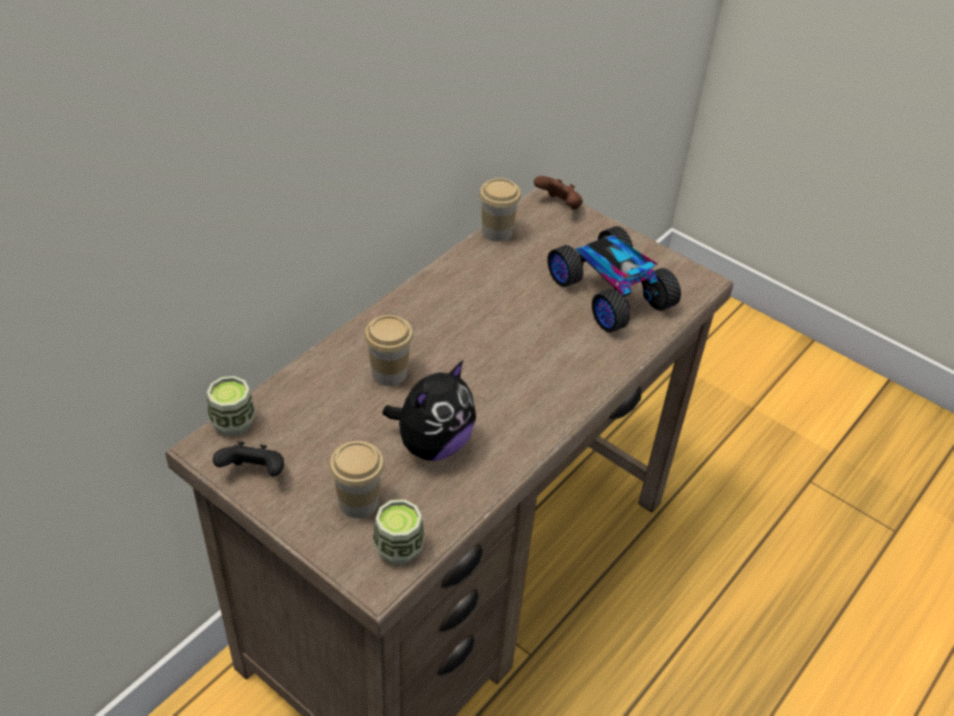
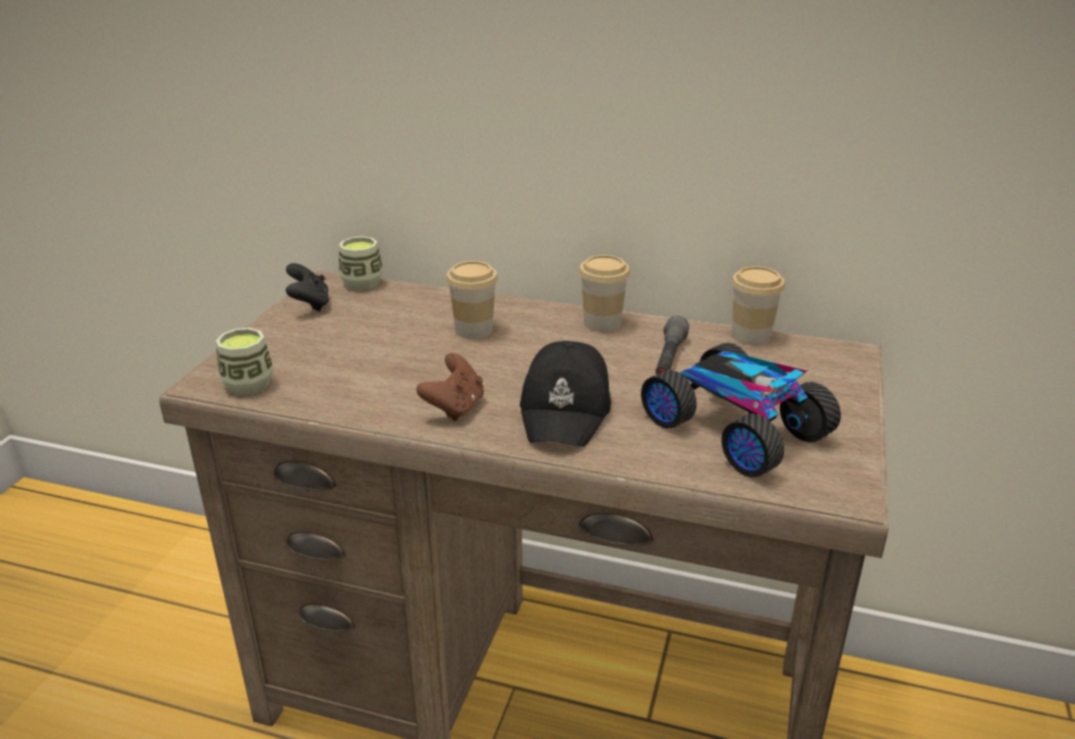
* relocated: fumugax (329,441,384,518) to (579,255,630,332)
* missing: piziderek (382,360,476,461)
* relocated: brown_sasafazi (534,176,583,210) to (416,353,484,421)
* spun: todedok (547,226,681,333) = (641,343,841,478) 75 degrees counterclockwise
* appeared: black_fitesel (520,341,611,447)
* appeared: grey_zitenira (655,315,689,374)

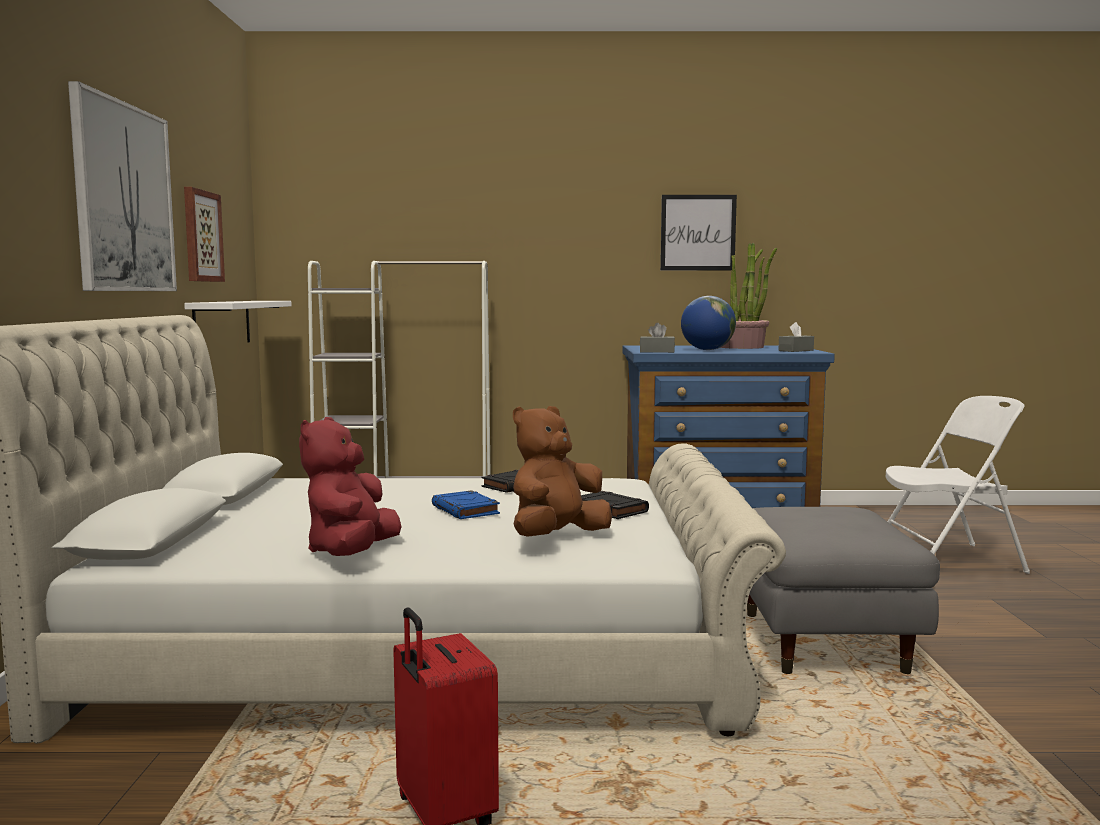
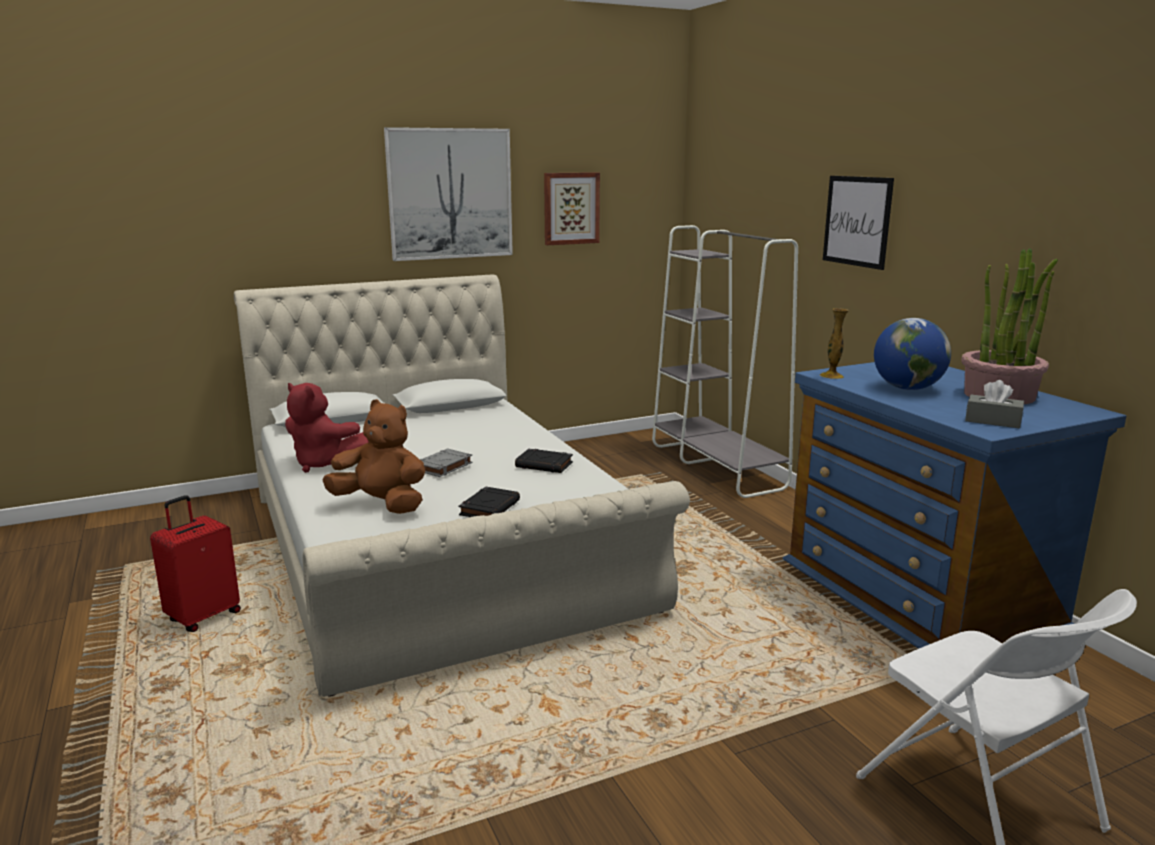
* missing: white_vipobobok (184,301,292,342)
* spun: red_piziderek (299,417,401,556) = (285,383,369,473) 135 degrees counterclockwise
* colour: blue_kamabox (432,490,500,519) to grey_kamabox (420,448,473,477)
* exchanged: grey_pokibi (640,323,675,353) to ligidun (820,308,849,379)
* relocated: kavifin (660,195,737,270) to (823,176,894,270)
* missing: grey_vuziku (747,507,940,674)

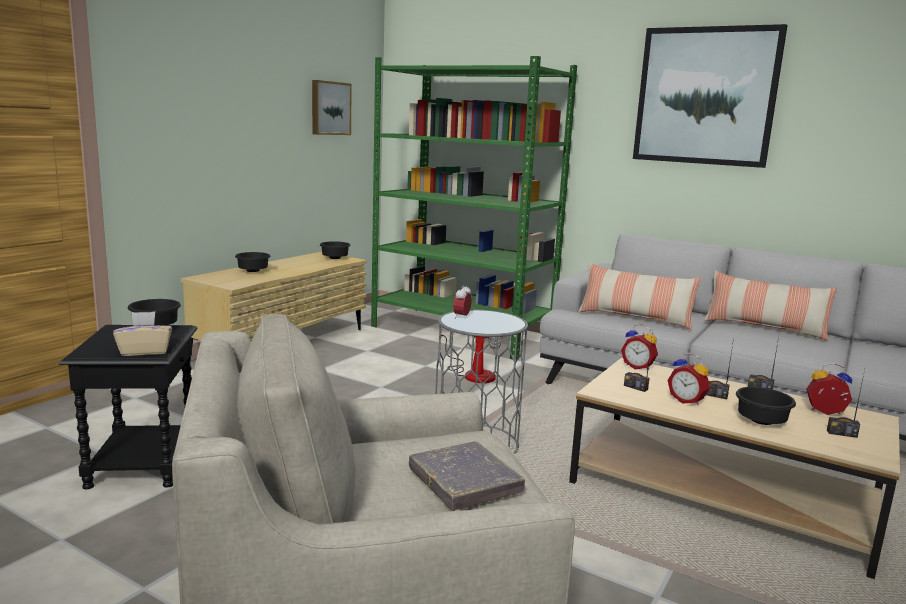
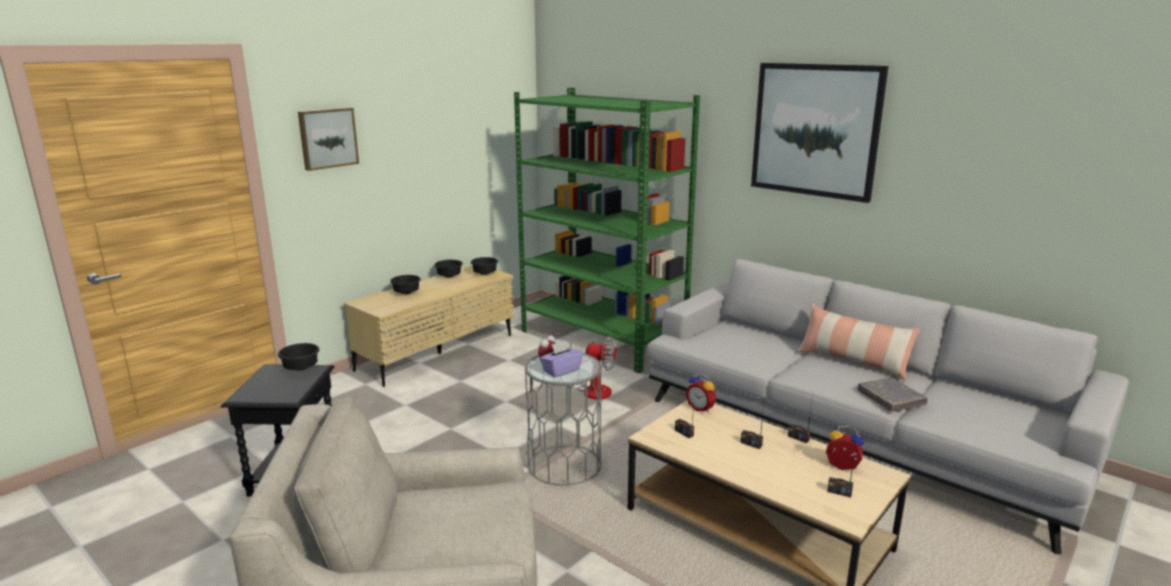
* missing: beige_pokibi (113,312,172,356)
* relocated: kavifin (312,80,352,135) to (298,108,359,171)
* relocated: grey_kamabox (409,441,525,510) to (857,377,928,412)
* missing: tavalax (578,263,701,330)
* missing: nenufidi (667,353,710,406)
* relocated: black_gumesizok (736,387,796,425) to (434,260,463,277)
* appeared: purple_pokibi (540,340,583,377)

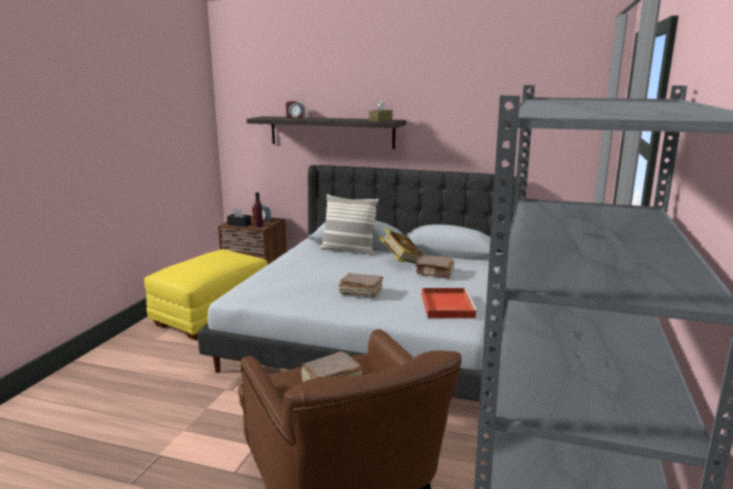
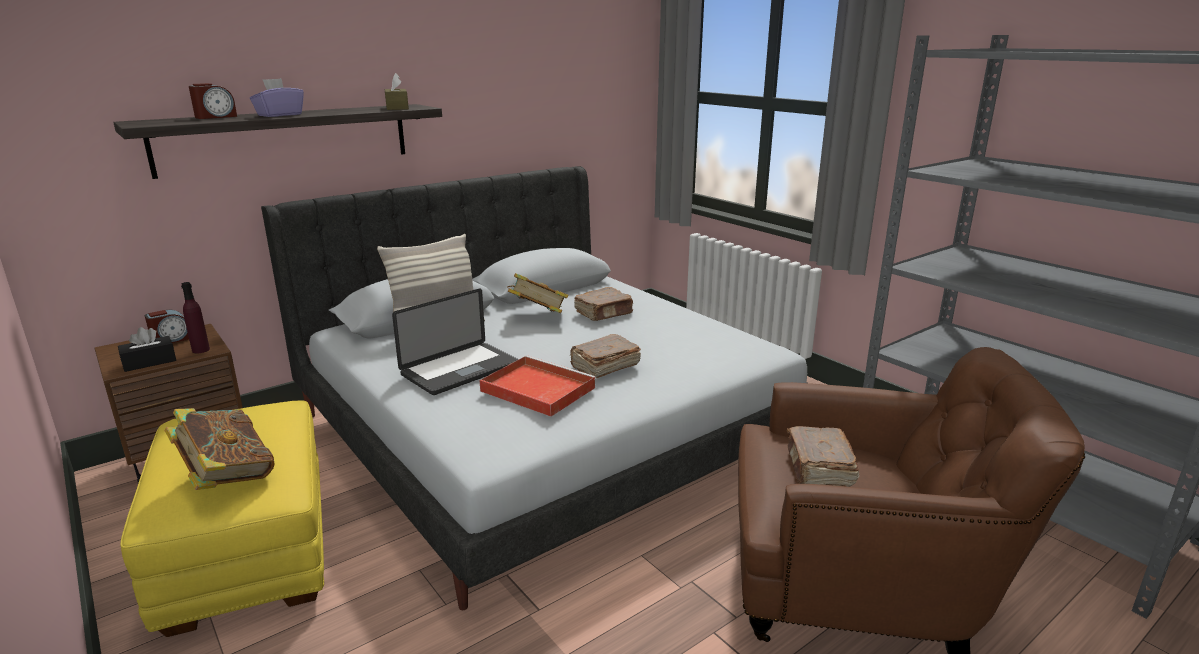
* relocated: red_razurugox (422,288,478,318) to (480,355,597,417)
* appeared: kamabox (164,408,275,490)
* appeared: purple_pokibi (250,78,304,117)
* appeared: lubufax (392,289,519,395)

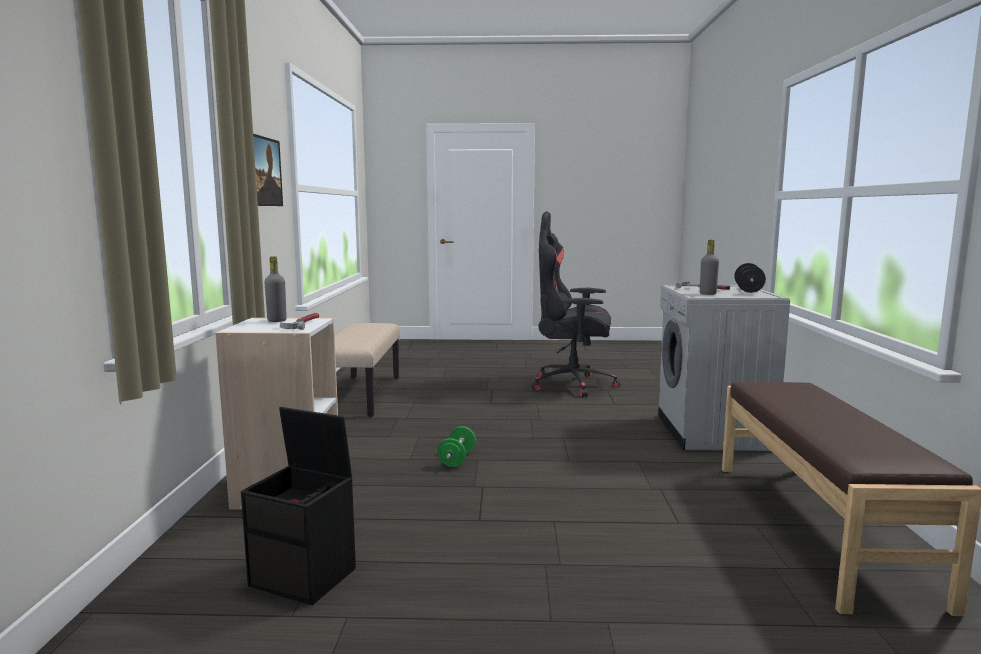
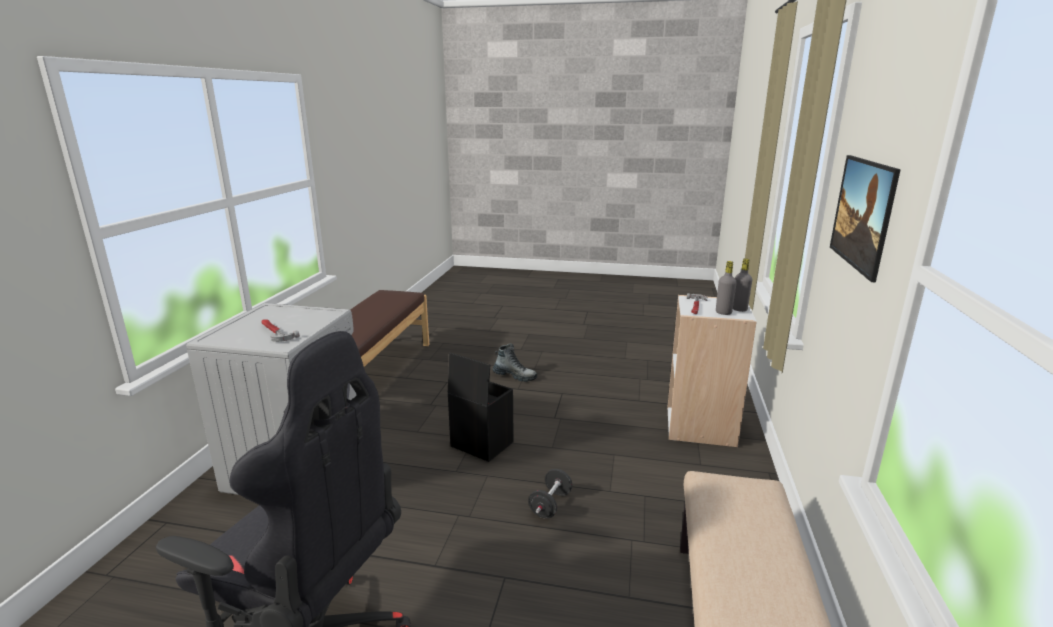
* relocated: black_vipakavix (241,407,356,605) to (448,353,514,462)
* missing: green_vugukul (437,426,476,467)
* relocated: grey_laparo (700,240,719,295) to (733,258,752,312)
* relocated: black_vugukul (734,263,766,293) to (528,469,573,519)
* appeared: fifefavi (492,343,537,382)

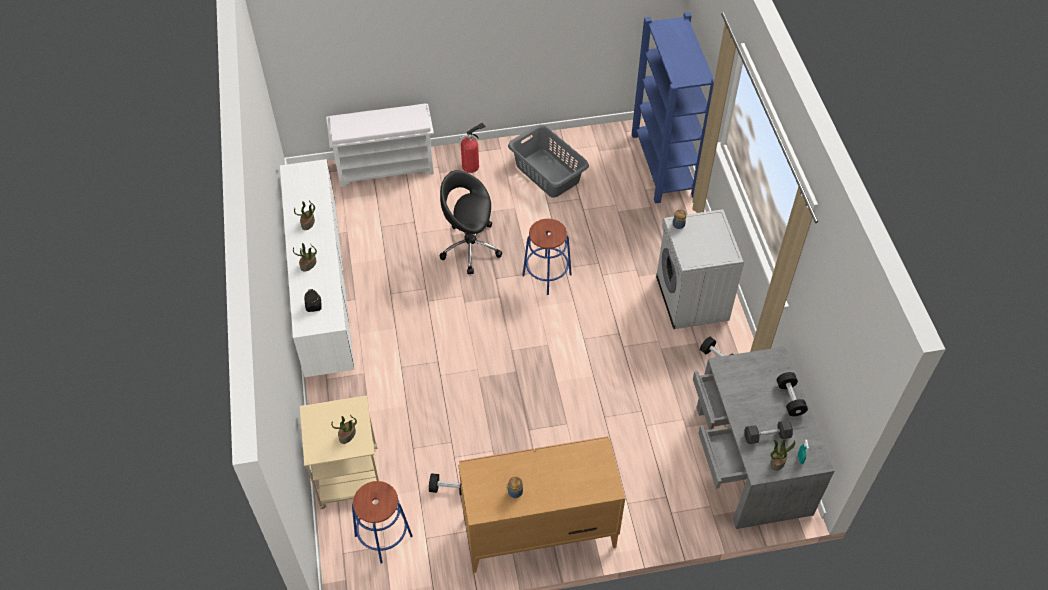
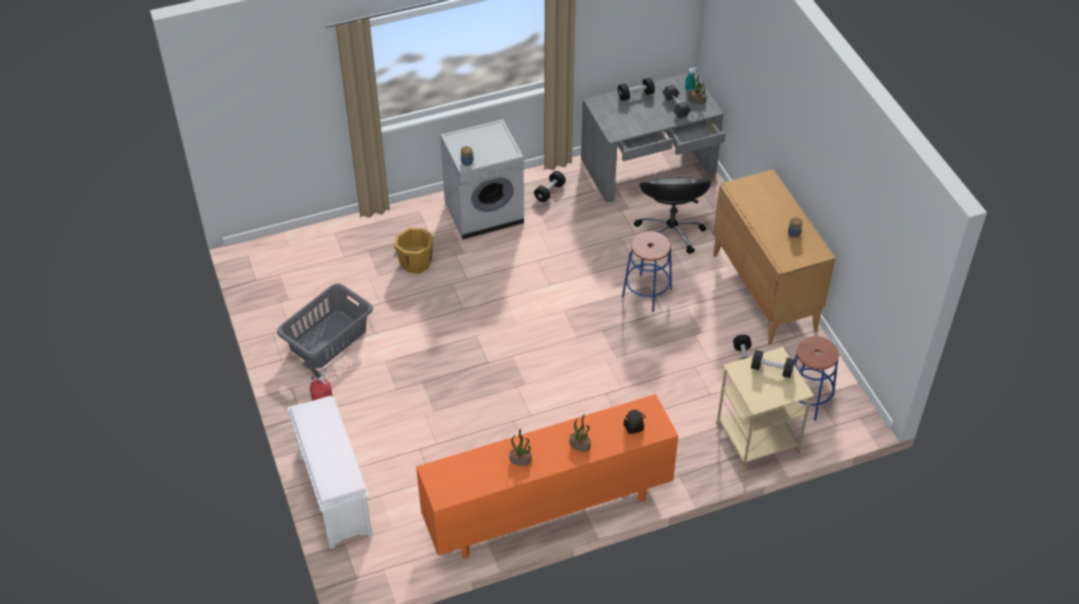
* colour: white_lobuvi (280,159,355,377) to orange_lobuvi (416,394,678,559)
* exchanged: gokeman (331,415,357,444) to black_vugukul (751,350,795,378)
* relocated: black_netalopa (440,170,502,274) to (634,177,711,254)
* relocated: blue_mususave (522,219,572,295) to (622,231,672,312)
* missing: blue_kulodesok (632,12,715,203)
* appeared: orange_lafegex (393,228,433,274)

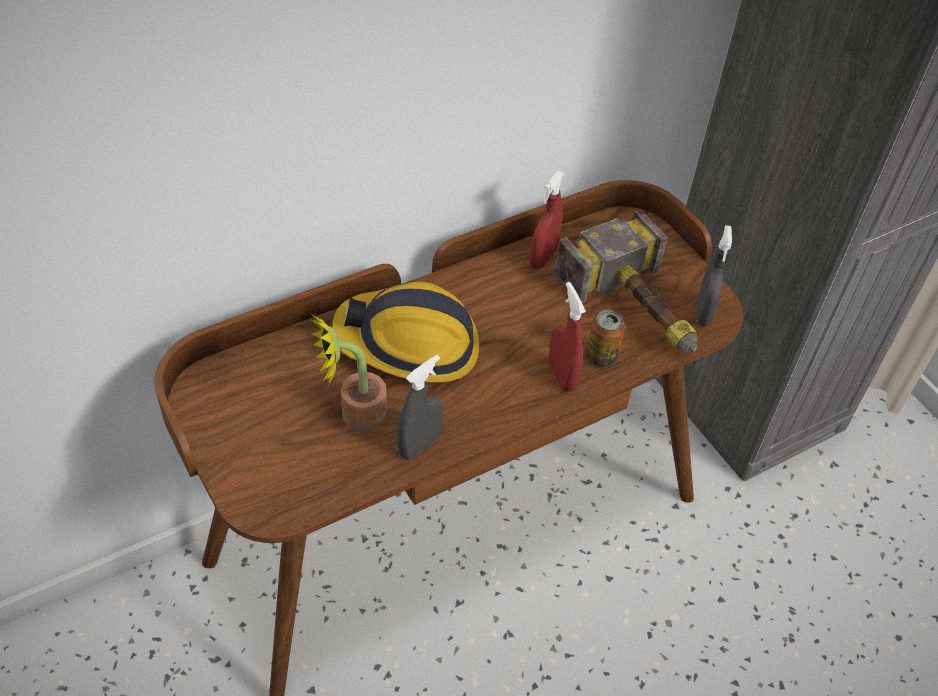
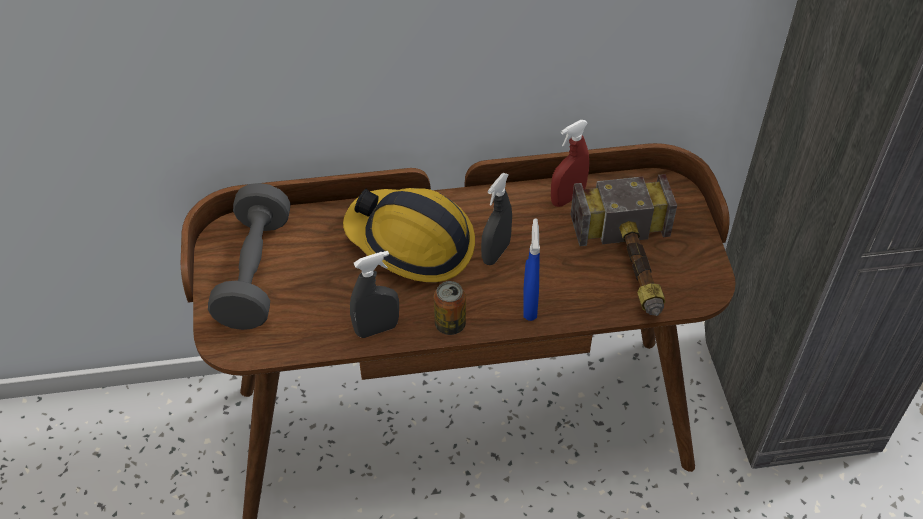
* missing: gokeman (309,309,387,432)
* colour: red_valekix (549,282,586,392) to blue_valekix (523,218,540,321)
* relocated: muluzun (586,310,625,367) to (434,281,466,335)
* relocated: grey_valekix (697,225,732,326) to (481,173,512,265)
* appeared: grey_vugukul (208,183,291,330)

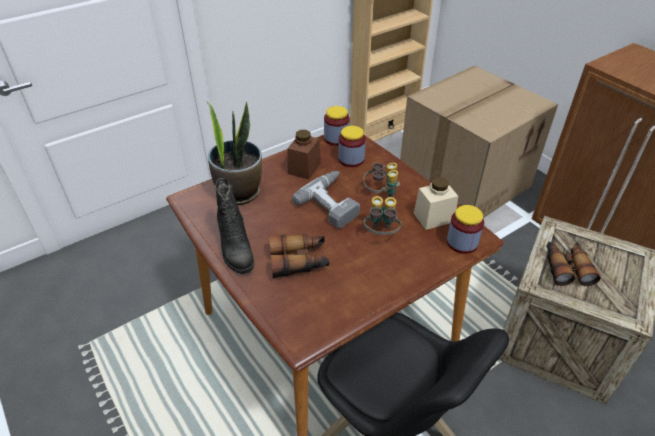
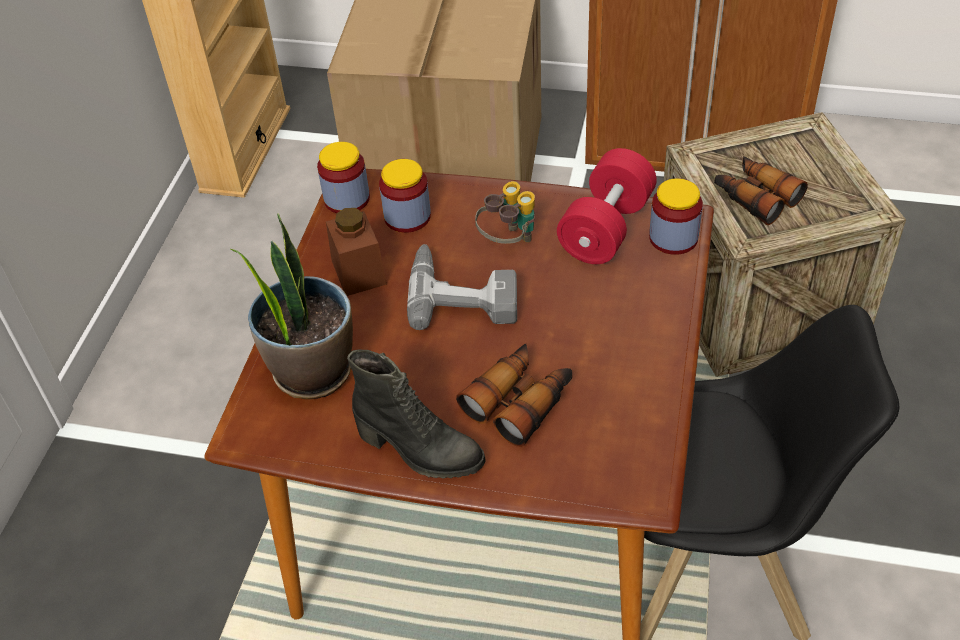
* missing: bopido (363,196,401,235)
* exchanged: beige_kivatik (414,177,458,230) to red_vugukul (557,148,657,264)

